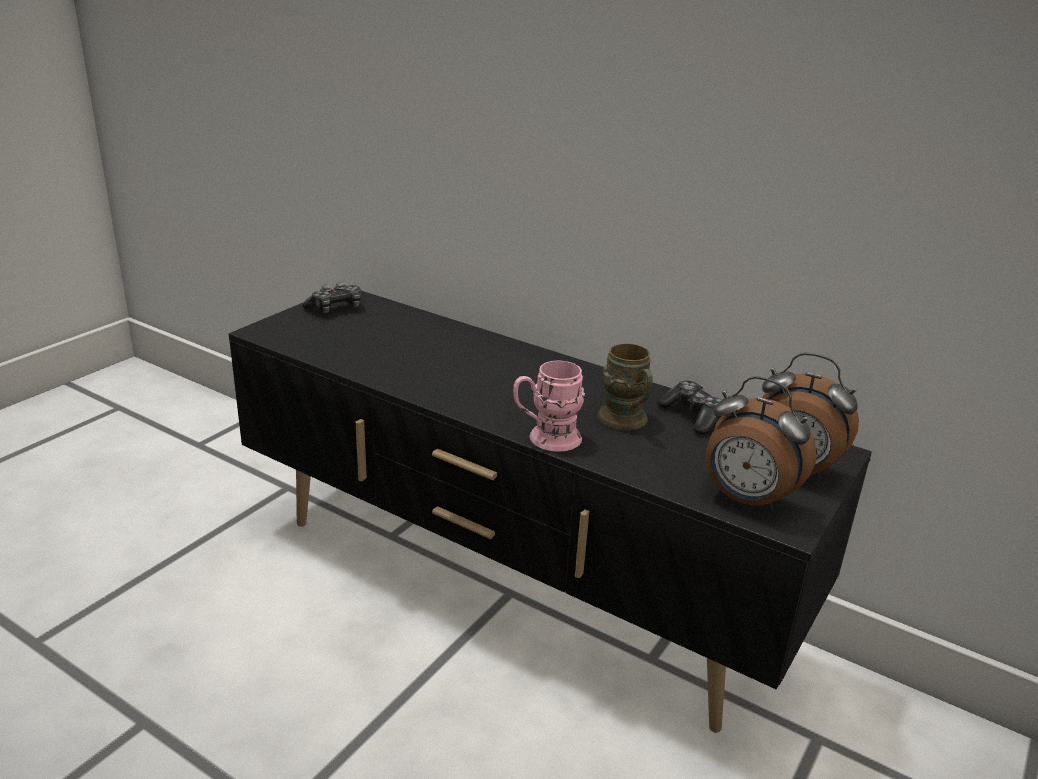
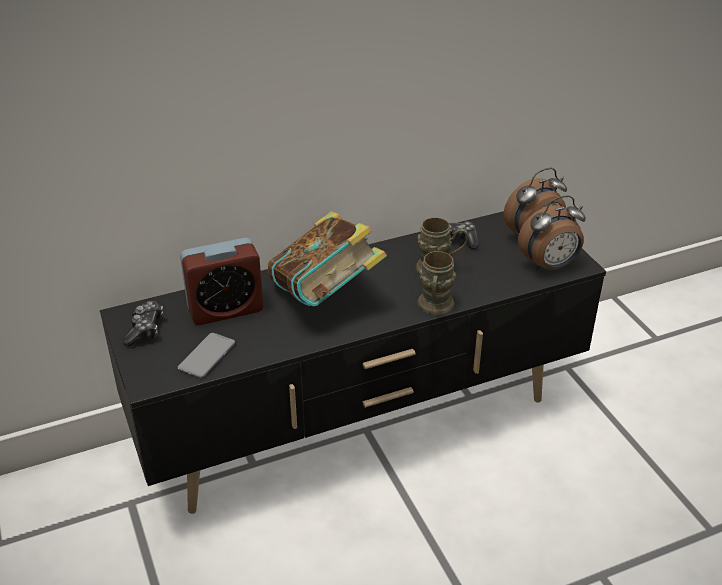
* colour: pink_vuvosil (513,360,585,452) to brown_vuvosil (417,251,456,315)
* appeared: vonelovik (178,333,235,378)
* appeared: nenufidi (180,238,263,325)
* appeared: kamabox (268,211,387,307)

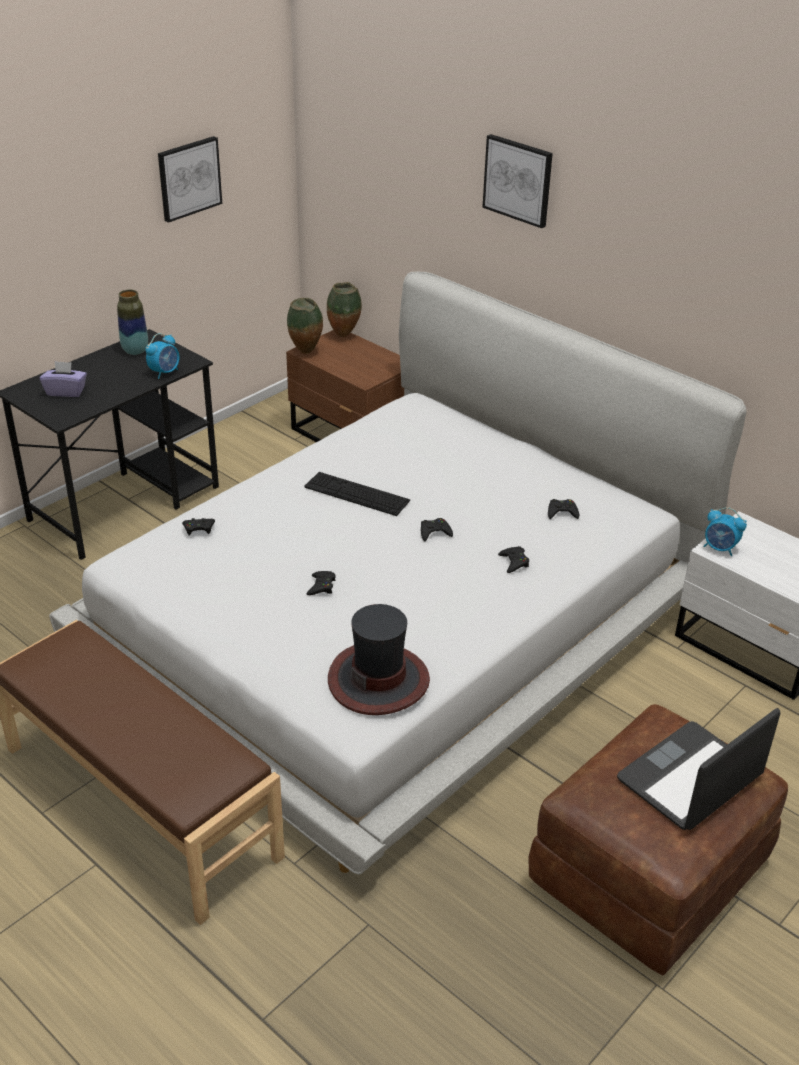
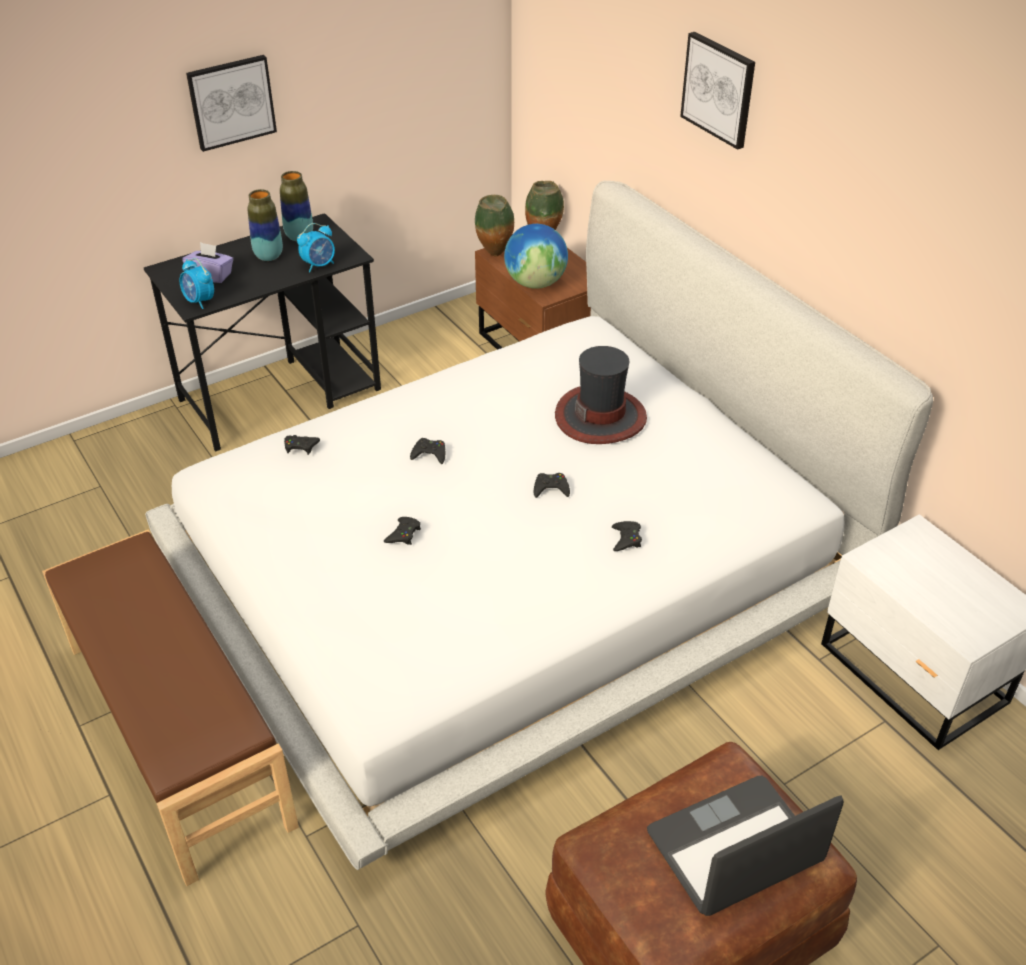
* relocated: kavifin (158,136,222,223) to (186,55,277,152)
* missing: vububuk (304,472,410,516)
* relocated: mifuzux (328,604,430,715) to (555,346,647,444)
* relocated: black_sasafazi (548,499,579,519) to (410,438,445,464)
* relocated: nenufidi (703,507,747,556) to (180,258,214,309)
* appeared: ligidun (247,189,283,261)
* appeared: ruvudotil (504,224,568,289)

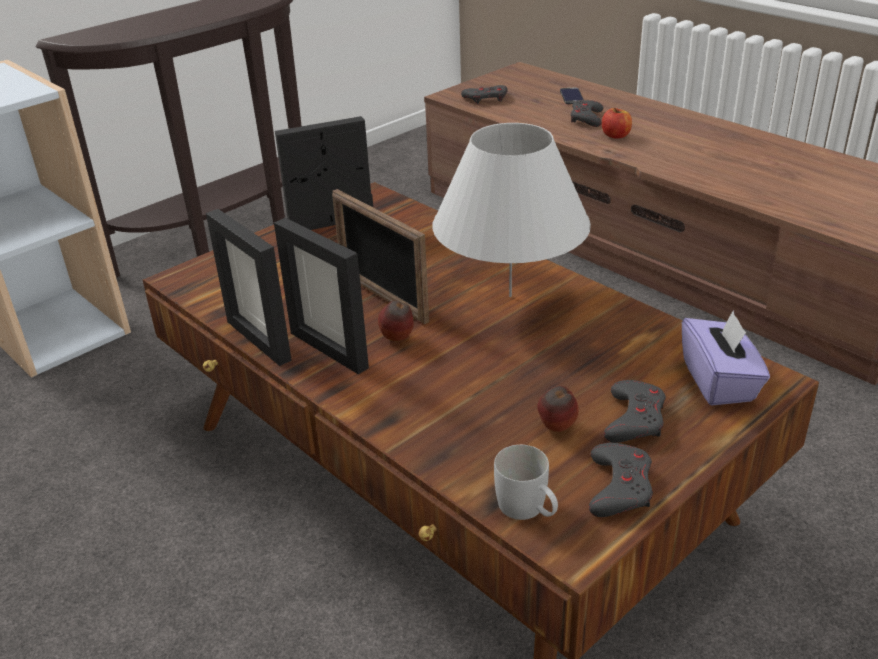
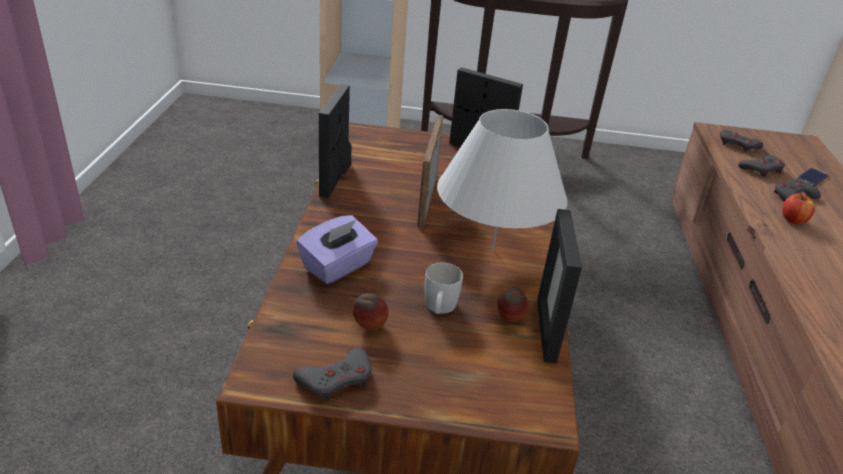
* relocated: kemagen (274,218,369,374) to (537,209,582,363)
* relocated: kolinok (378,301,414,341) to (497,287,528,322)
* relocated: white_vuvosil (494,445,558,520) to (425,263,463,314)
* relocated: grey_sasafazi (604,380,666,443) to (738,155,785,177)
* relocated: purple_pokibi (682,310,770,406) to (296,215,378,284)

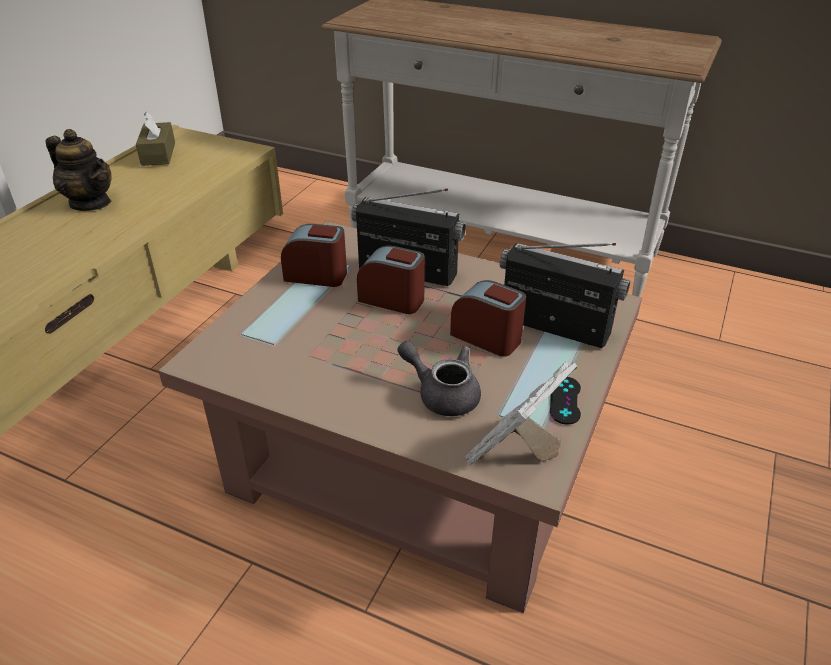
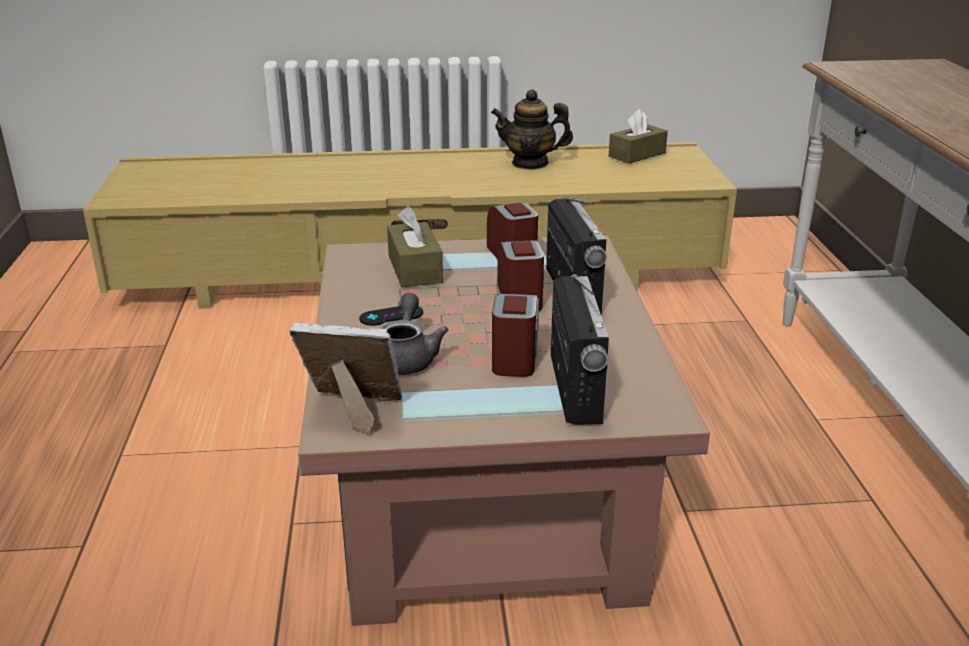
* spun: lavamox (46,129,112,211) = (491,90,573,169) 90 degrees clockwise
* relocated: black_sasafazi (550,377,581,425) to (359,306,423,326)
* appeared: brown_pokibi (387,206,443,287)

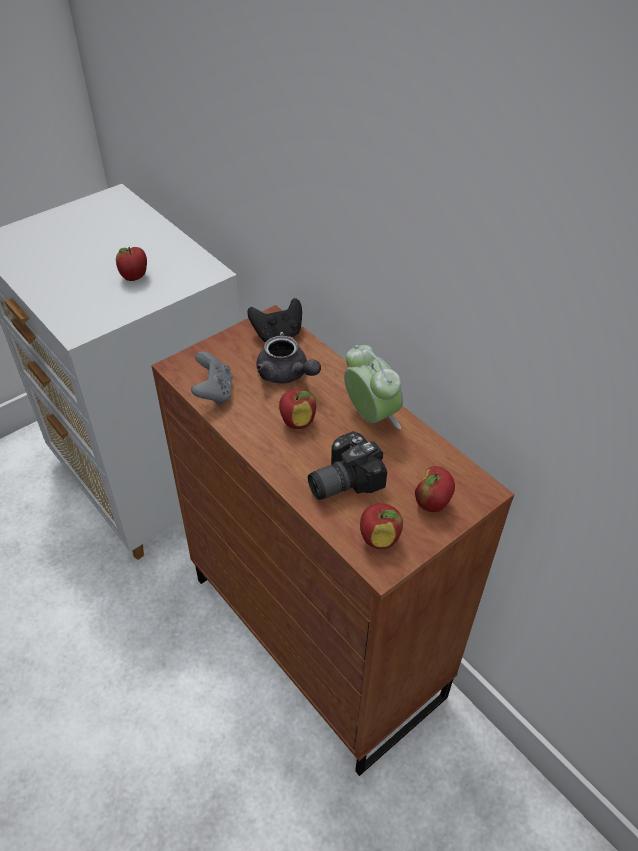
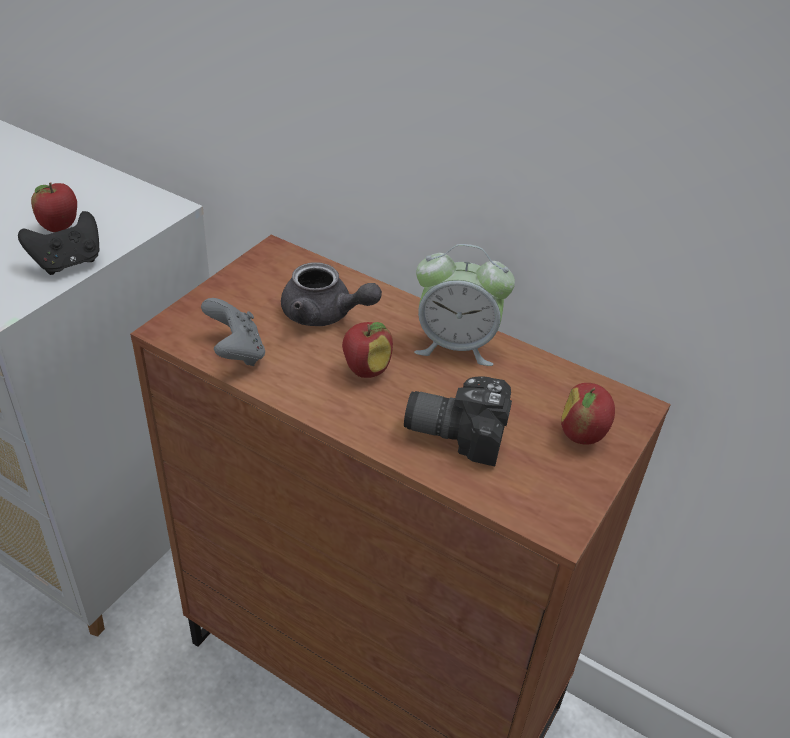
* relocated: black_sasafazi (247,298,302,342) to (18,211,99,275)
* spun: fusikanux (308,431,387,500) = (404,376,512,467) 60 degrees clockwise
* spun: nenufidi (344,345,403,429) = (414,244,515,366) 150 degrees clockwise
* missing: kolinok (360,503,403,549)

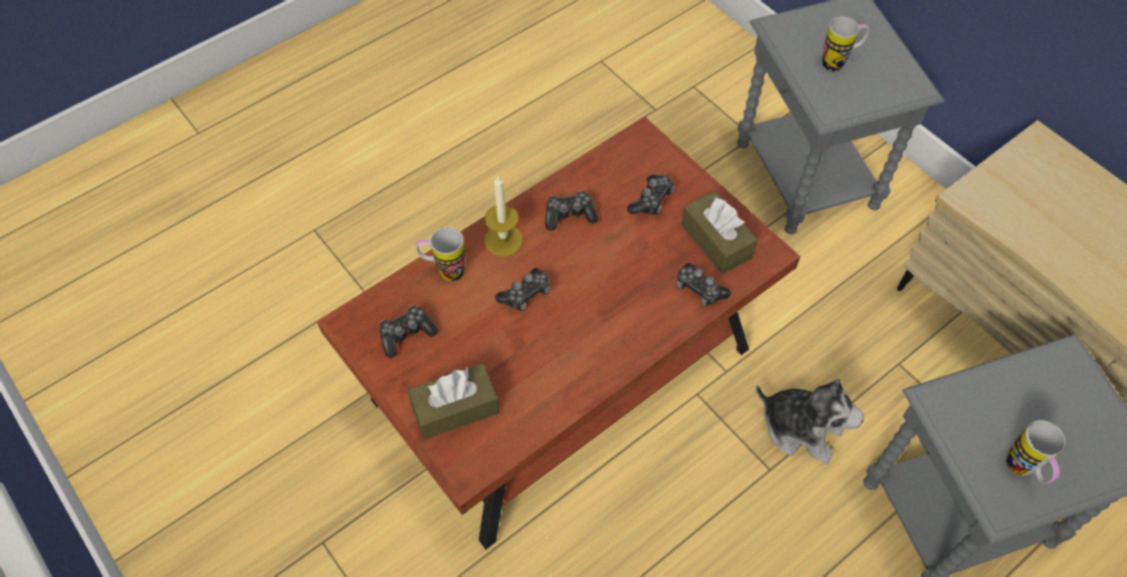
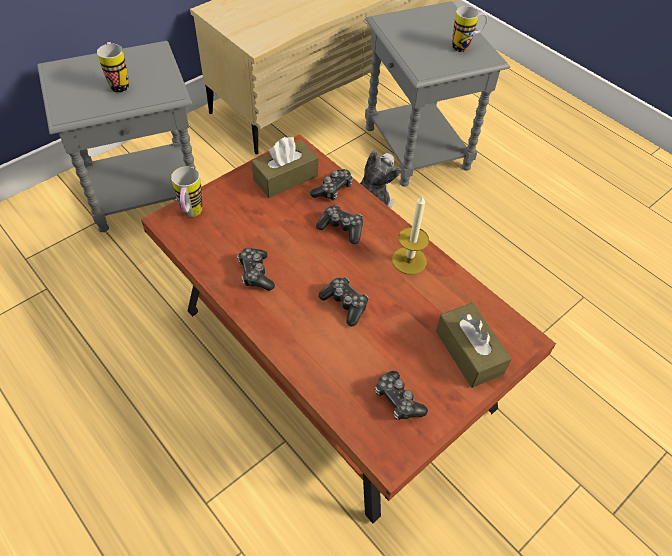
* relocated: vuvosil (416,227,465,281) to (171,166,203,217)
* relocated: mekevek (484,176,523,257) to (392,194,429,275)
* relocated: sasafazi (627,175,675,215) to (316,205,363,244)

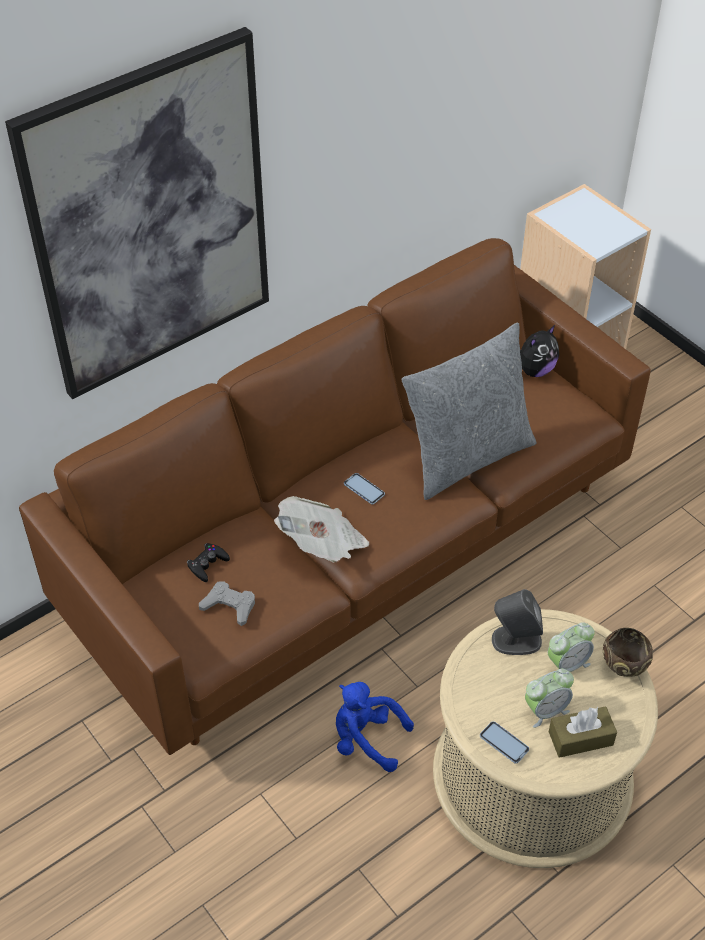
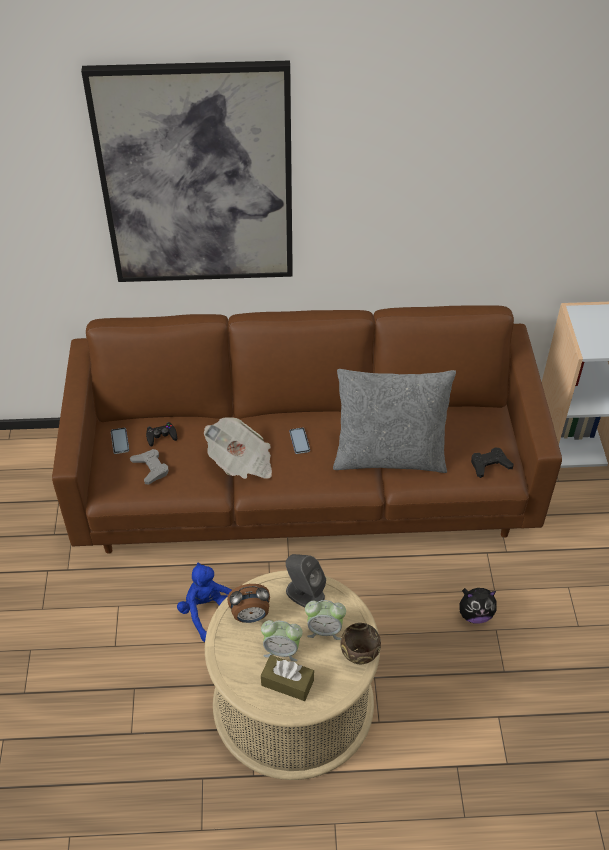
* relocated: vonelovik (480,721,529,764) to (111,428,129,454)
* relocated: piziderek (520,325,559,377) to (459,588,497,624)
* appeared: nenufidi (227,584,270,623)
* appeared: black_sasafazi (471,447,513,478)

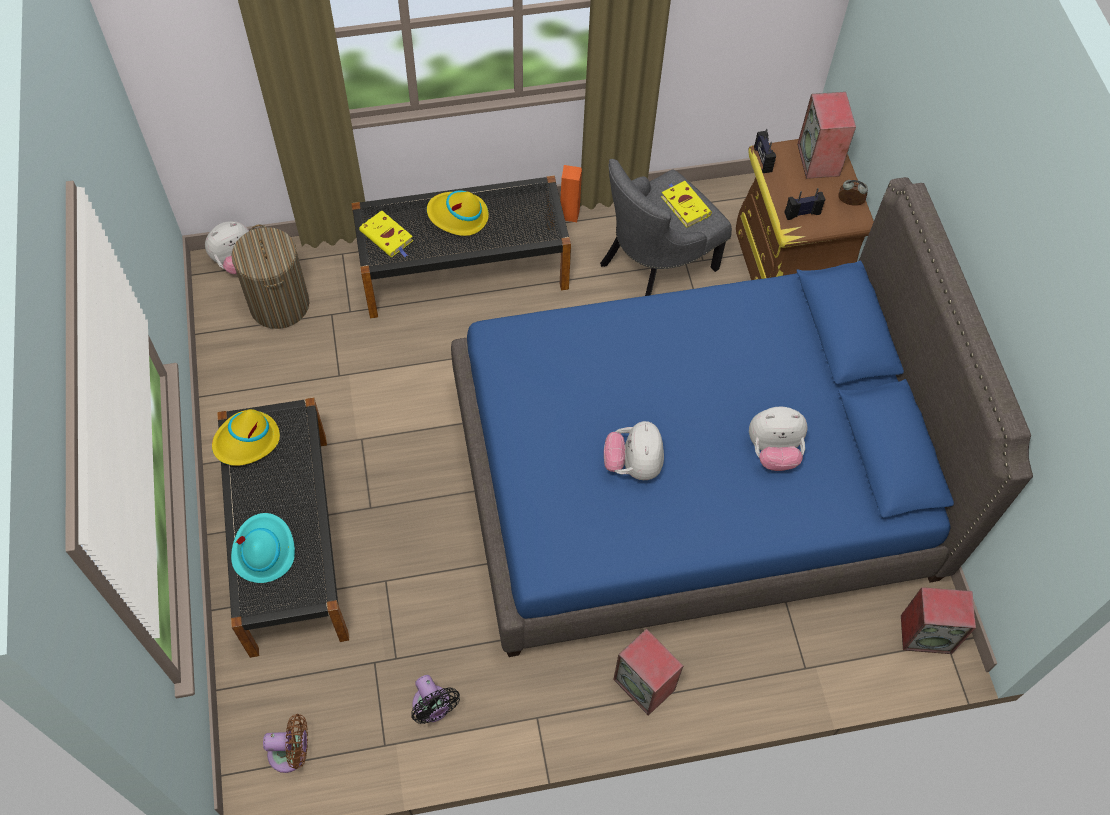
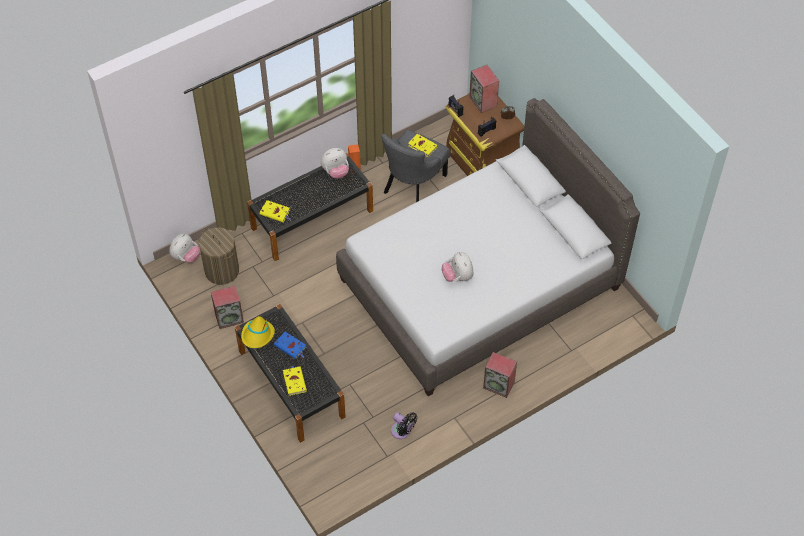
* exchanged: turquoise_mifuzux (231,513,295,583) to yellow_kamabox (283,366,307,396)
* missing: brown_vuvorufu (263,714,308,773)
* missing: yellow_mifuzux (427,190,489,236)
* colour: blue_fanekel (451,177,1033,657) to grey_fanekel (336,98,640,396)
* relocated: piziderek (749,407,807,471) to (321,148,349,179)
* relocated: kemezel (901,587,976,654) to (211,286,244,329)
* appeared: blue_kamabox (274,332,307,359)

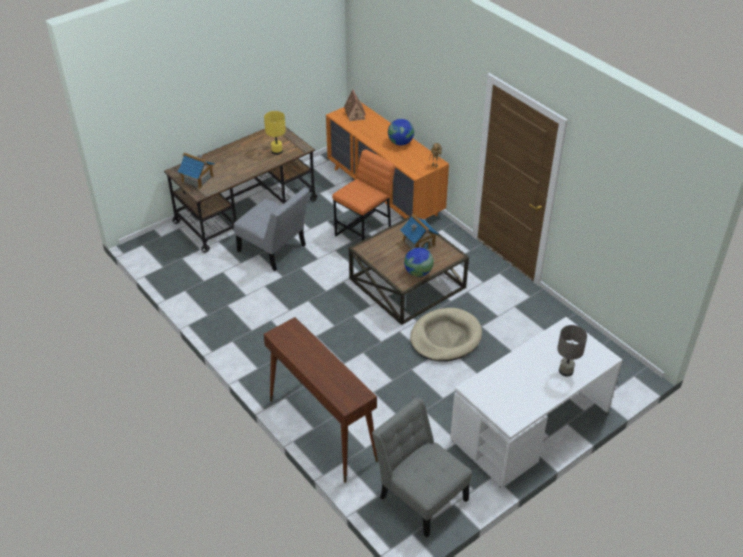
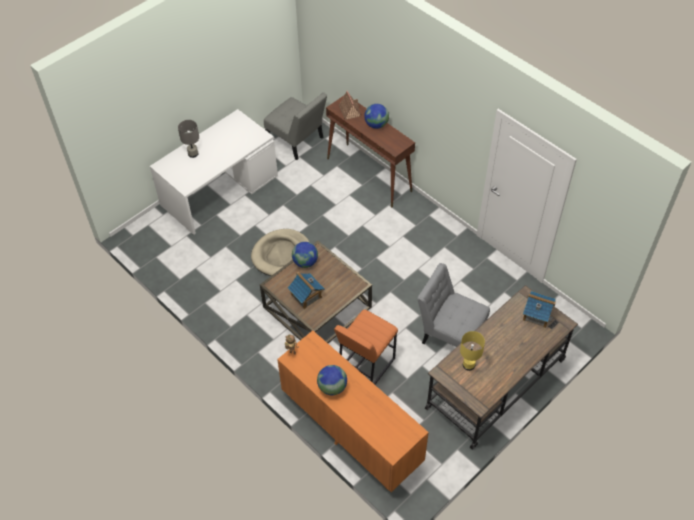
* relocated: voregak (344,89,366,121) to (339,91,361,120)
* appeared: ruvudotil (364,104,389,129)

